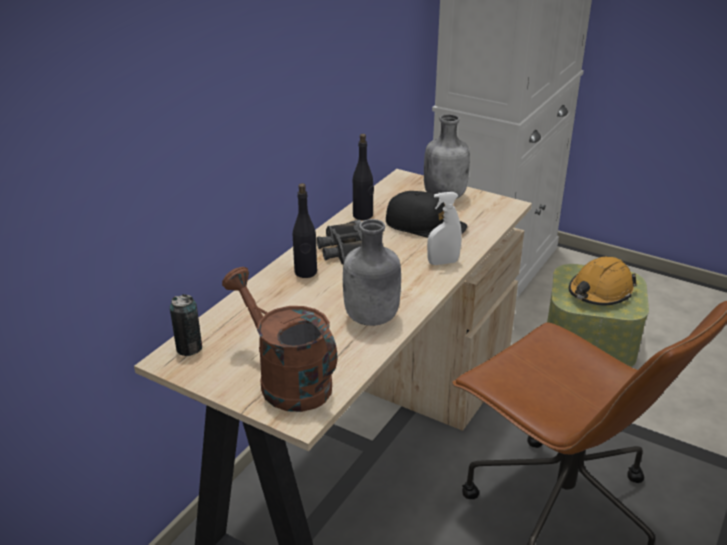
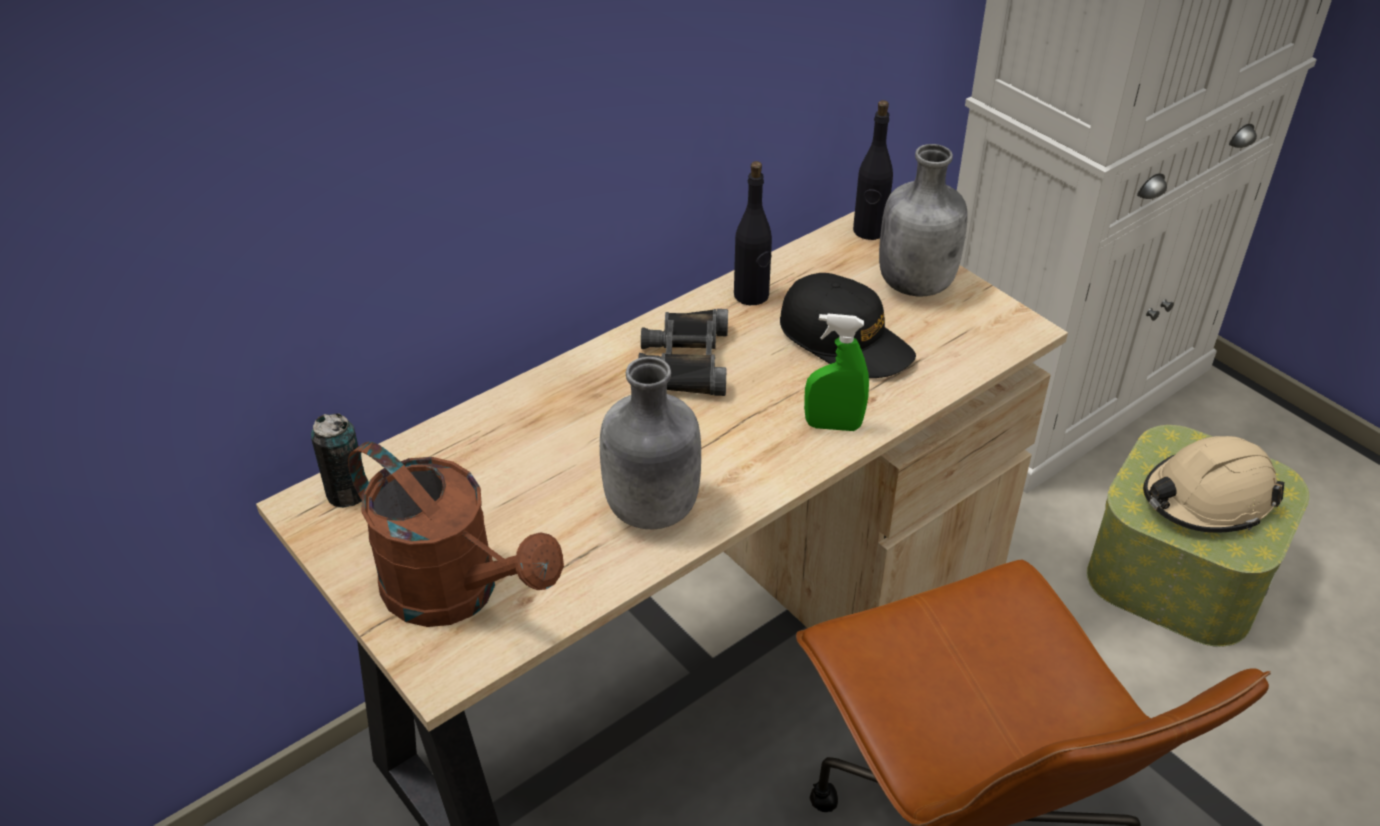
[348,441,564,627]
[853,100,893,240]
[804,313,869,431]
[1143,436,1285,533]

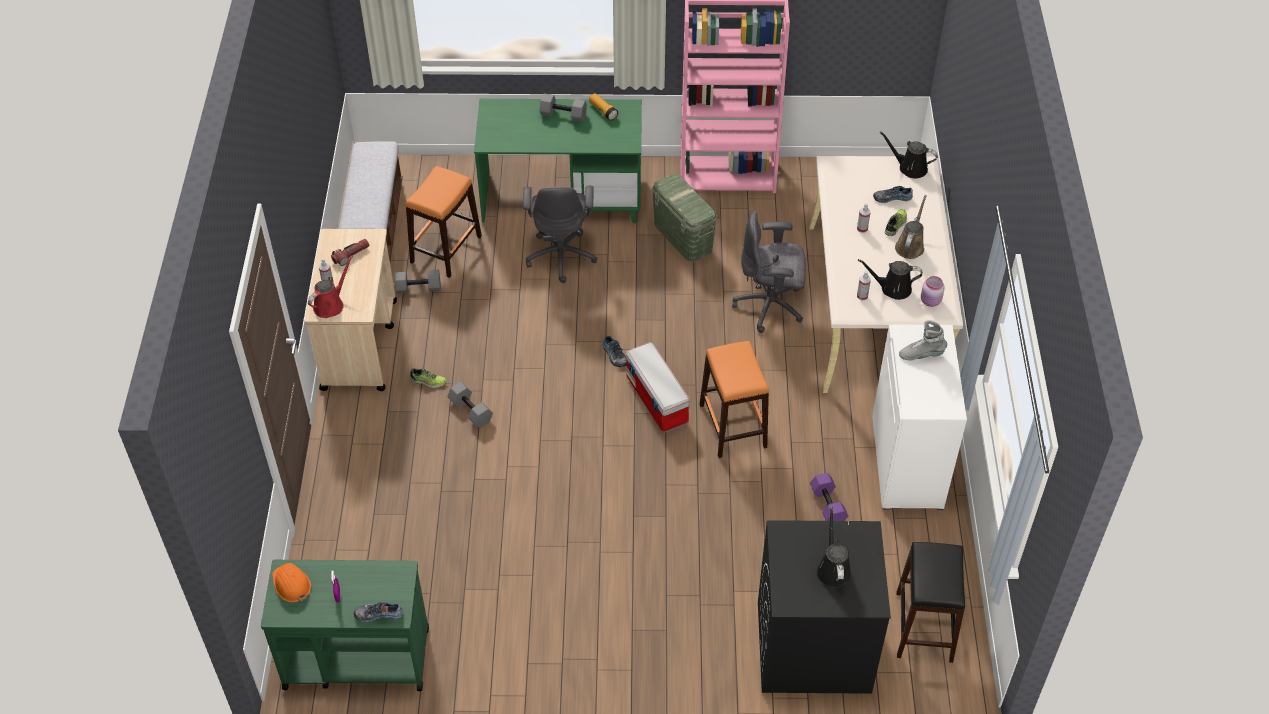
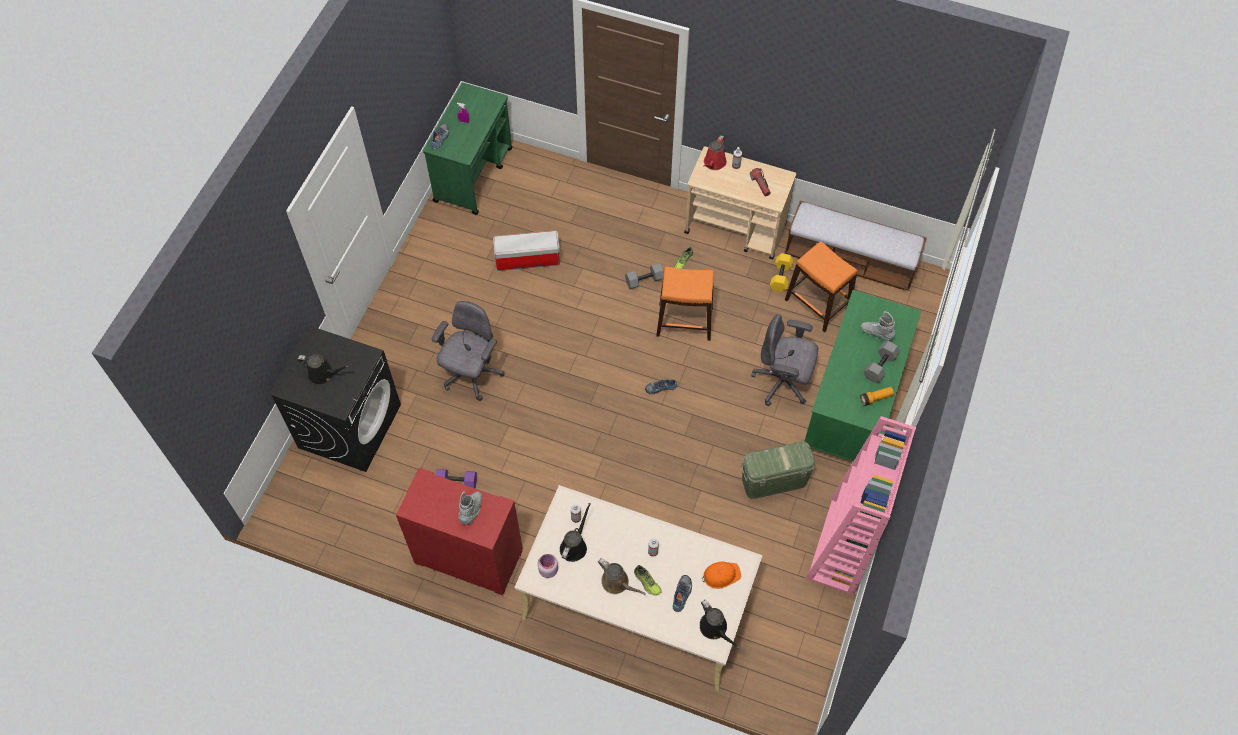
[702,562,741,589]
[703,136,727,170]
[770,253,794,292]
[493,230,560,271]
[656,267,714,341]
[432,301,505,401]
[396,468,523,595]
[700,600,739,649]
[896,542,965,663] (first image)
[861,311,896,341]

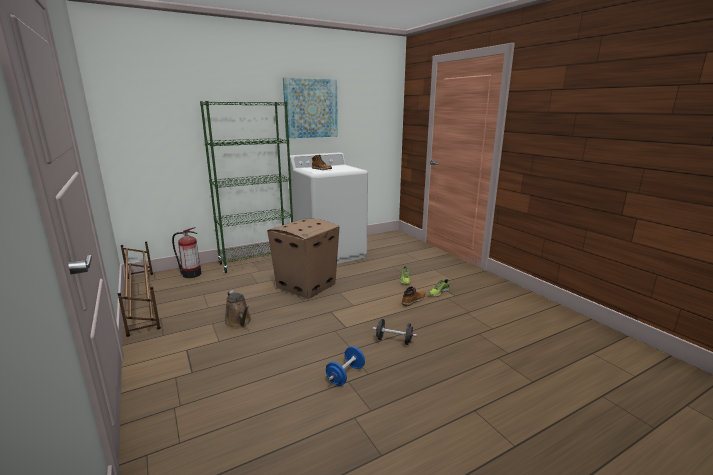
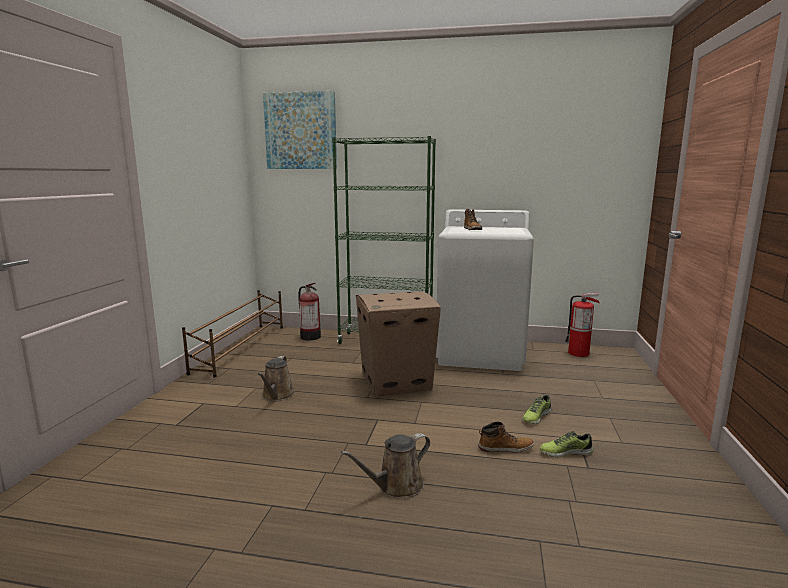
[263,91,337,169]
[326,346,365,386] (first image)
[341,433,430,498]
[565,293,600,357]

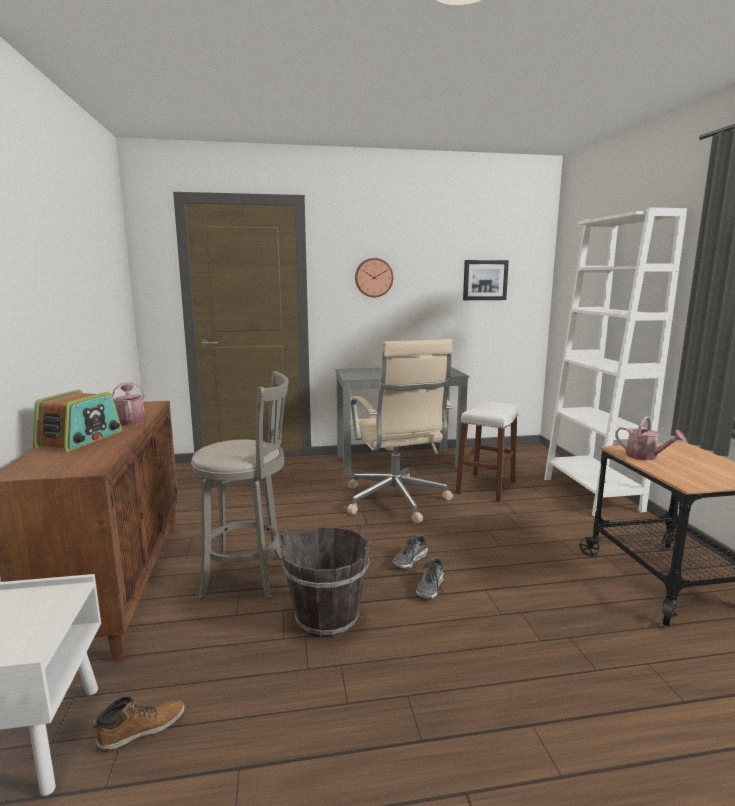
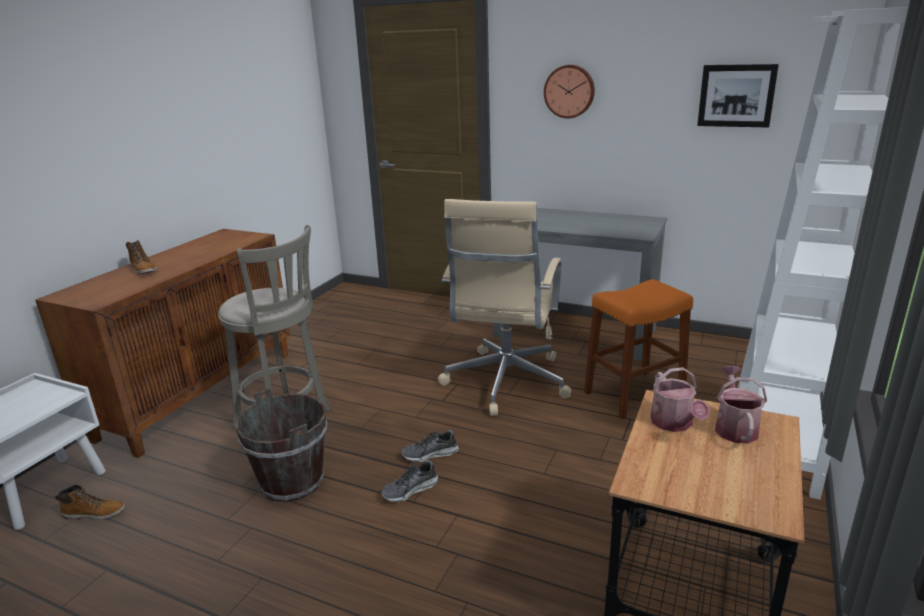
[126,240,157,275]
[715,366,767,444]
[584,279,693,420]

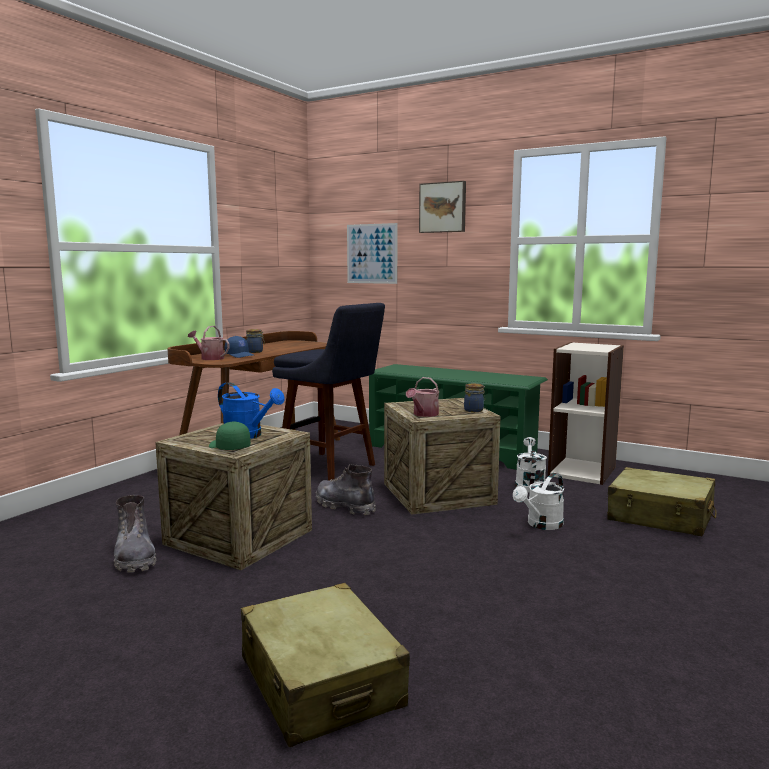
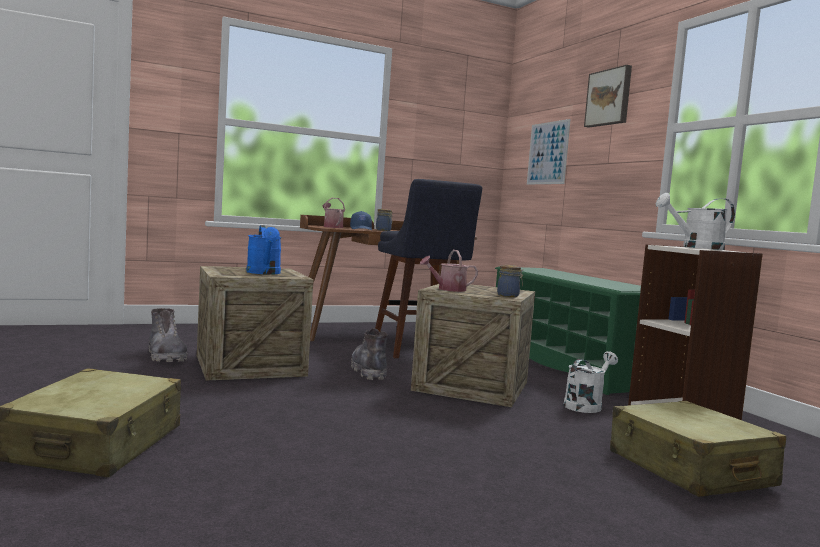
[149,308,187,362]
[209,421,251,450] (first image)
[656,193,735,250]

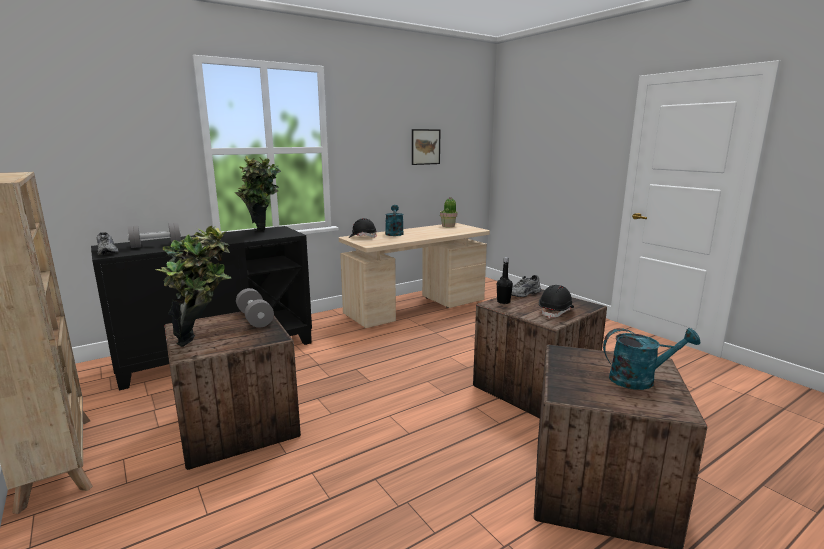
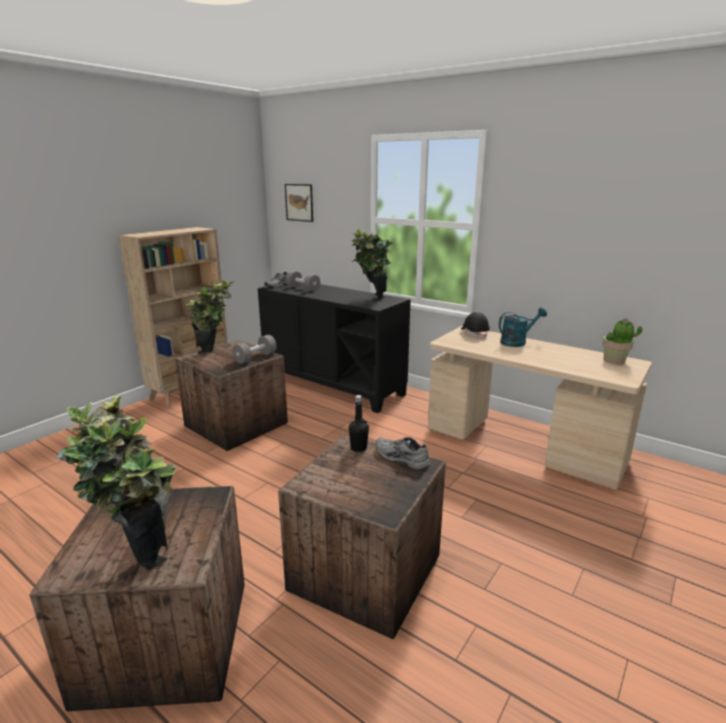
[285,184,313,222]
[539,285,574,319] (first image)
[57,394,176,570]

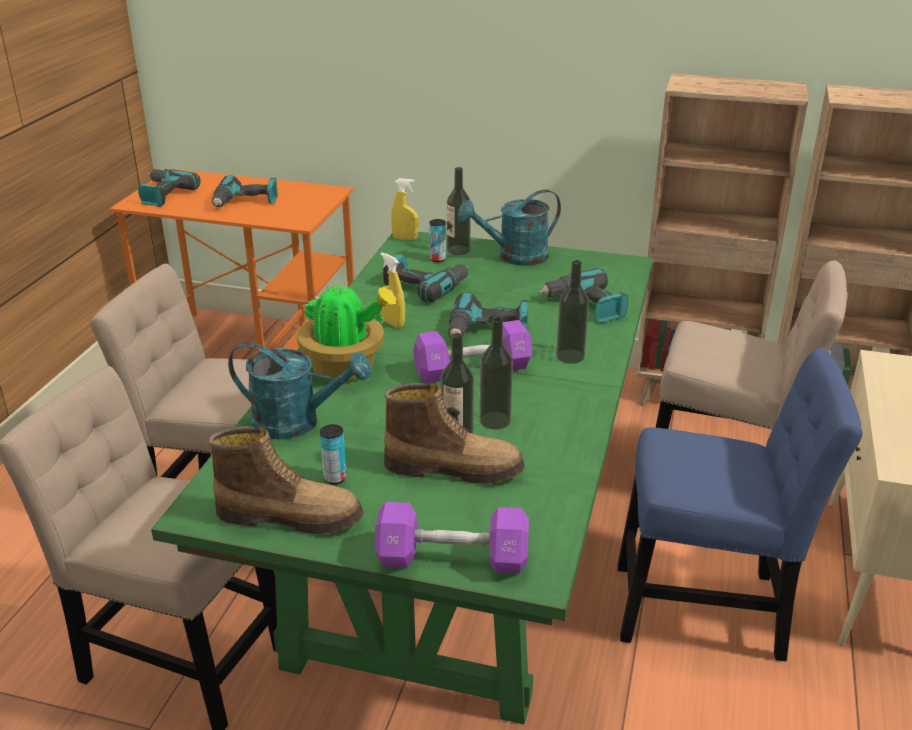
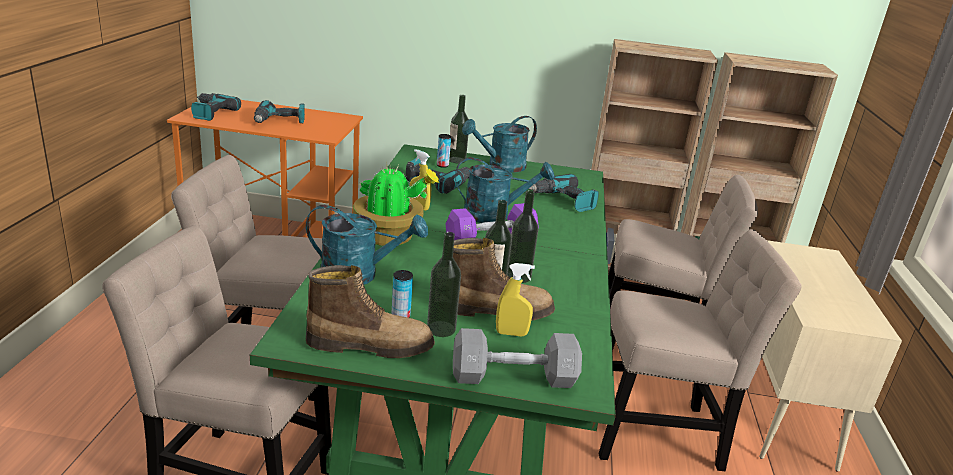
[453,328,582,388]
[496,263,535,337]
[455,157,555,223]
[427,232,461,337]
[598,229,802,471]

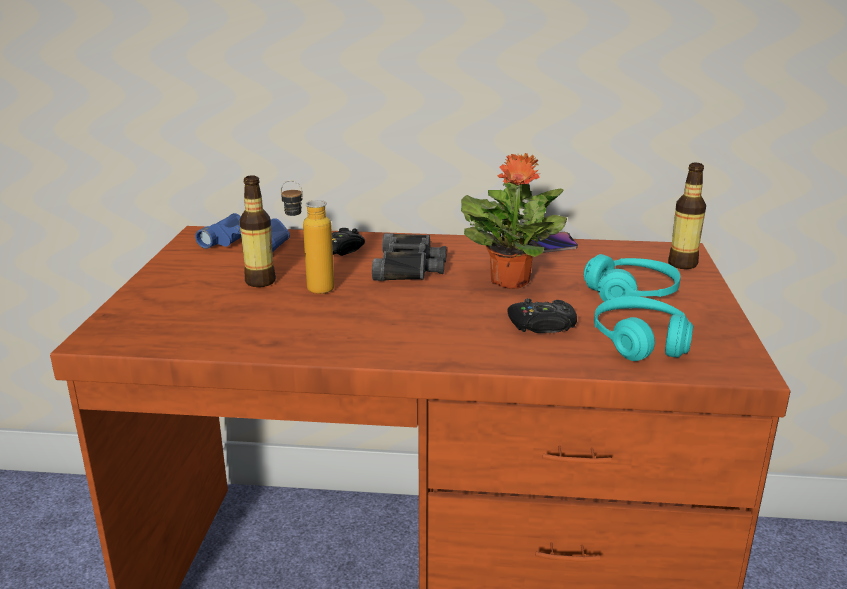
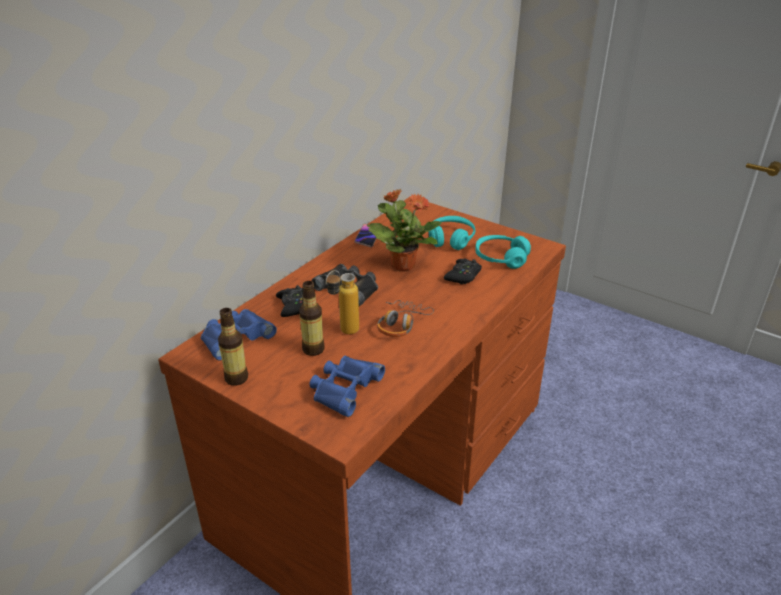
[218,308,248,386]
[310,356,385,417]
[377,300,434,337]

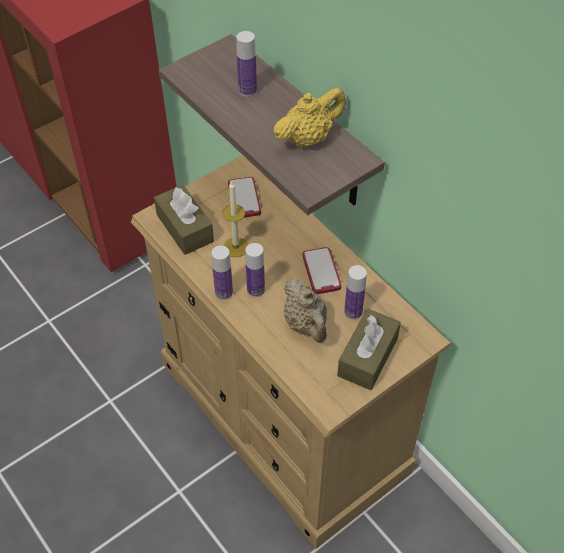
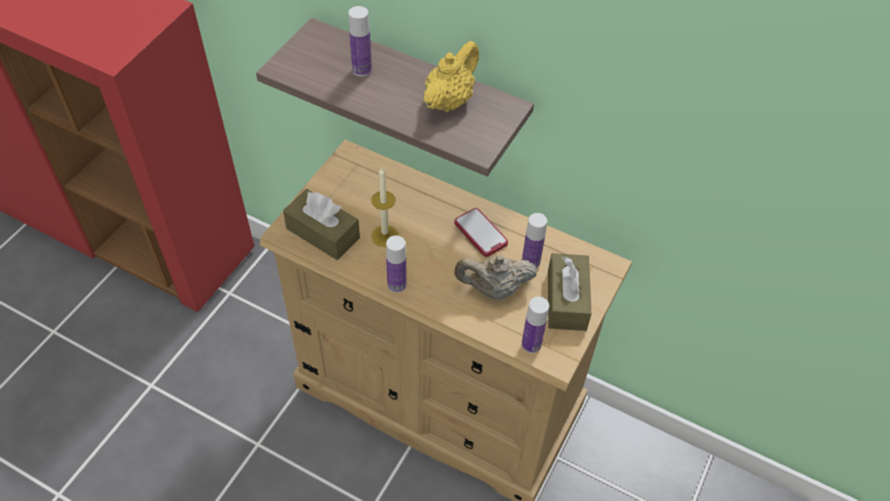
[228,177,261,218] (first image)
[522,297,549,353]
[454,255,538,300]

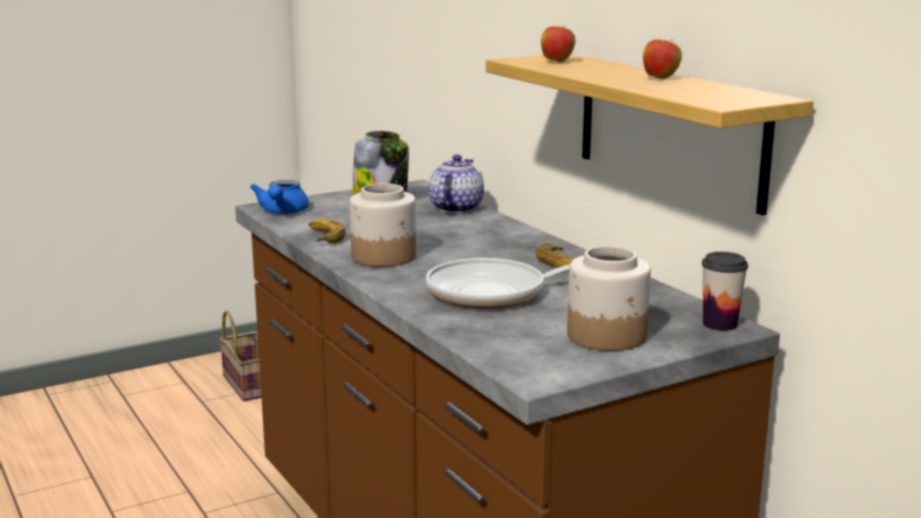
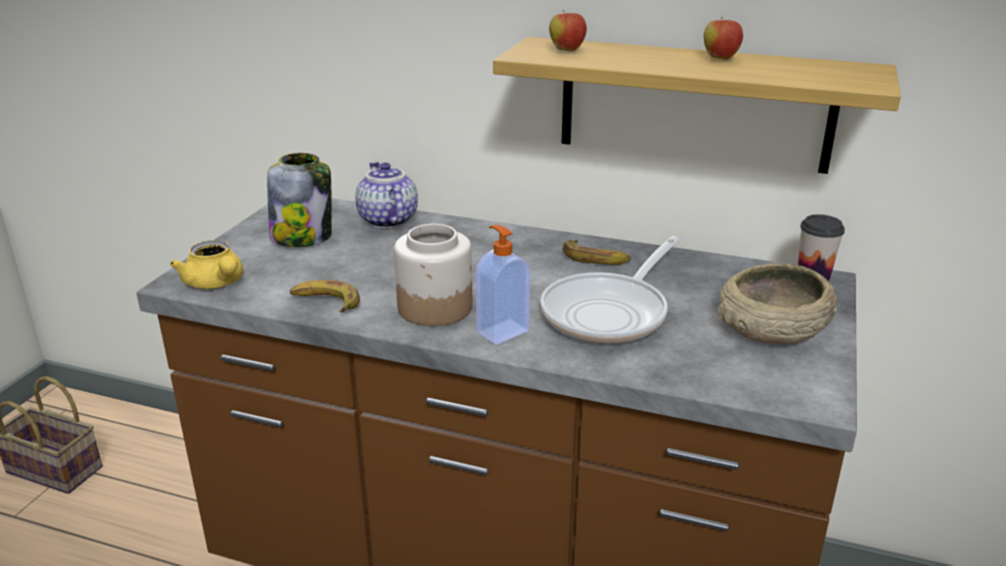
[170,240,243,289]
[718,263,837,344]
[475,225,530,345]

